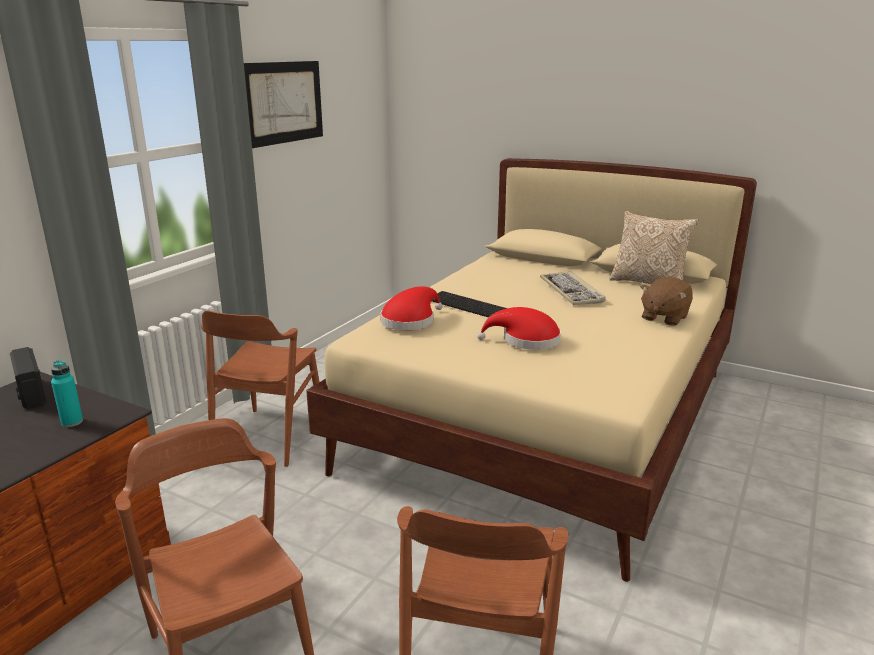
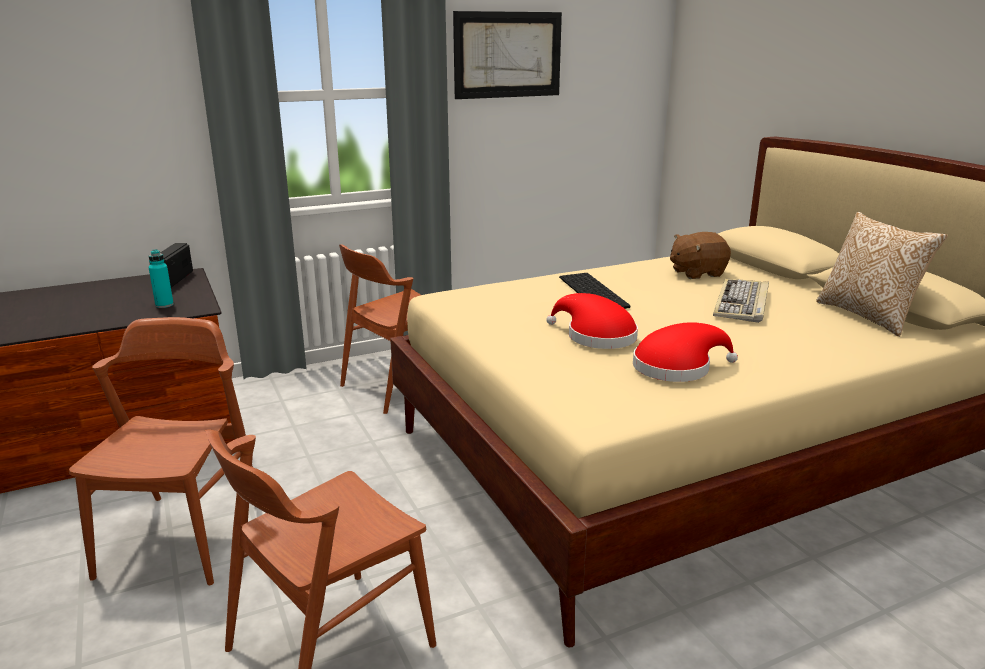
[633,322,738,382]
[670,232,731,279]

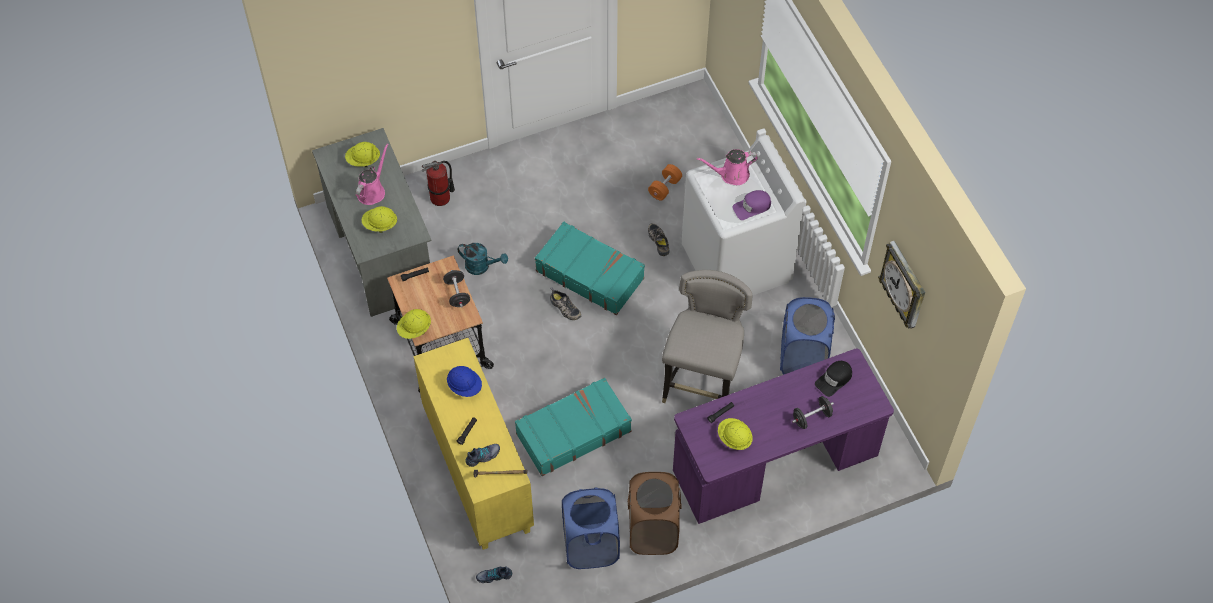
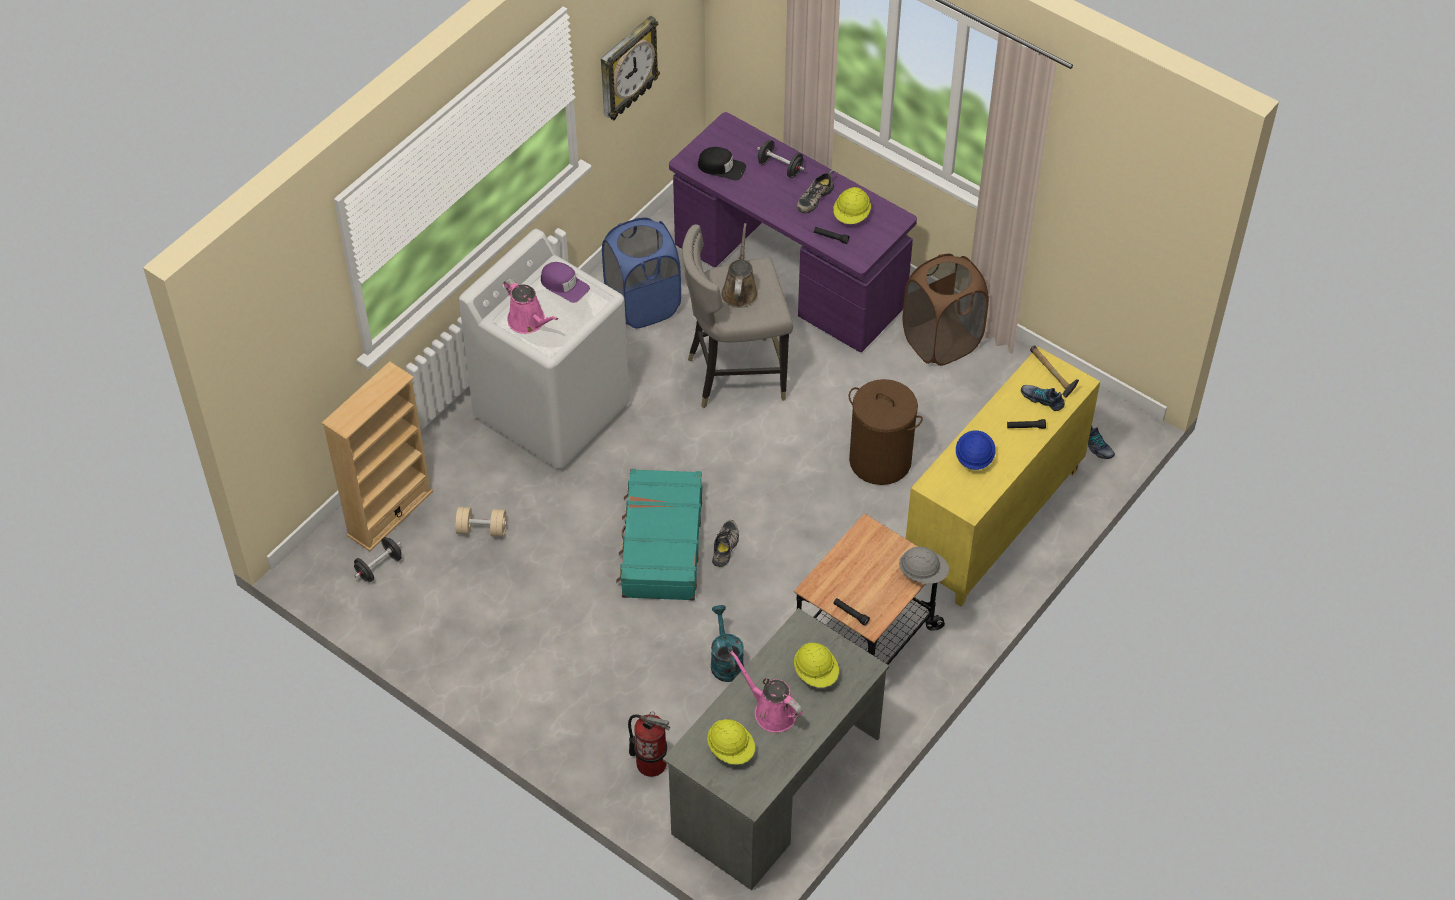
[730,651,803,732]
[899,547,949,584]
[354,537,402,582]
[849,379,923,485]
[562,488,620,569] (first image)
[455,507,507,537]
[797,170,834,213]
[322,361,433,551]
[721,223,758,308]

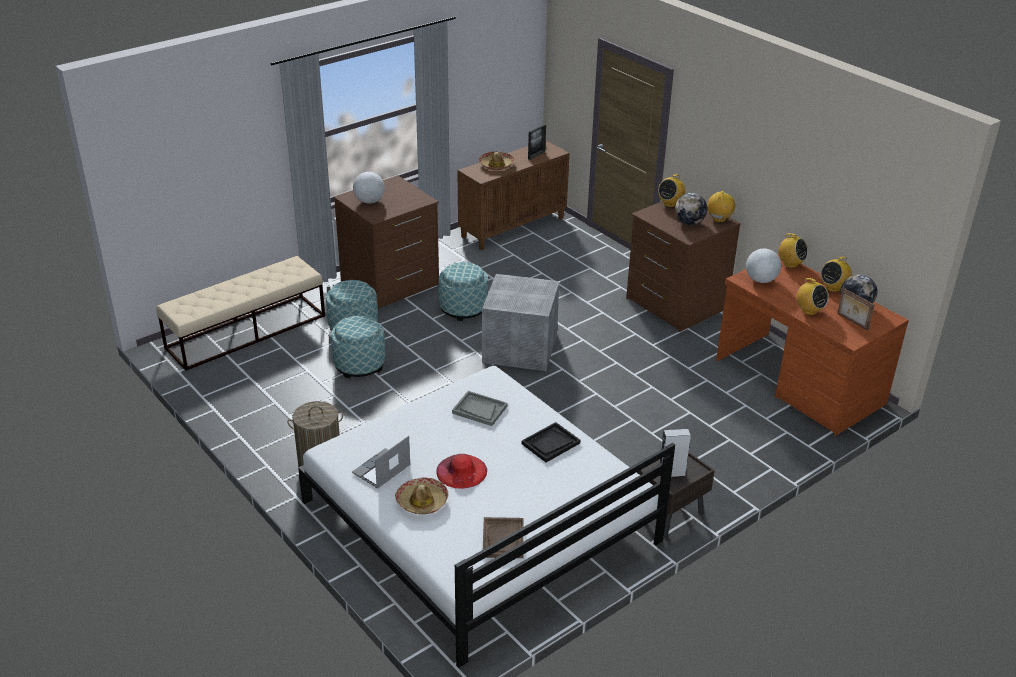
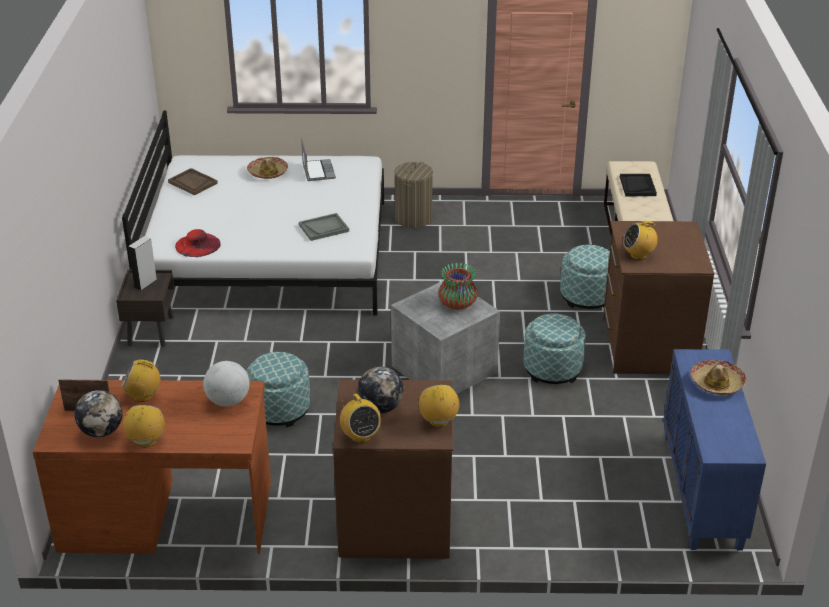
[246,352,310,427]
[353,172,385,203] (first image)
[175,229,221,257]
[663,349,766,551]
[620,174,657,196]
[528,124,546,160] (first image)
[623,221,658,260]
[438,263,478,310]

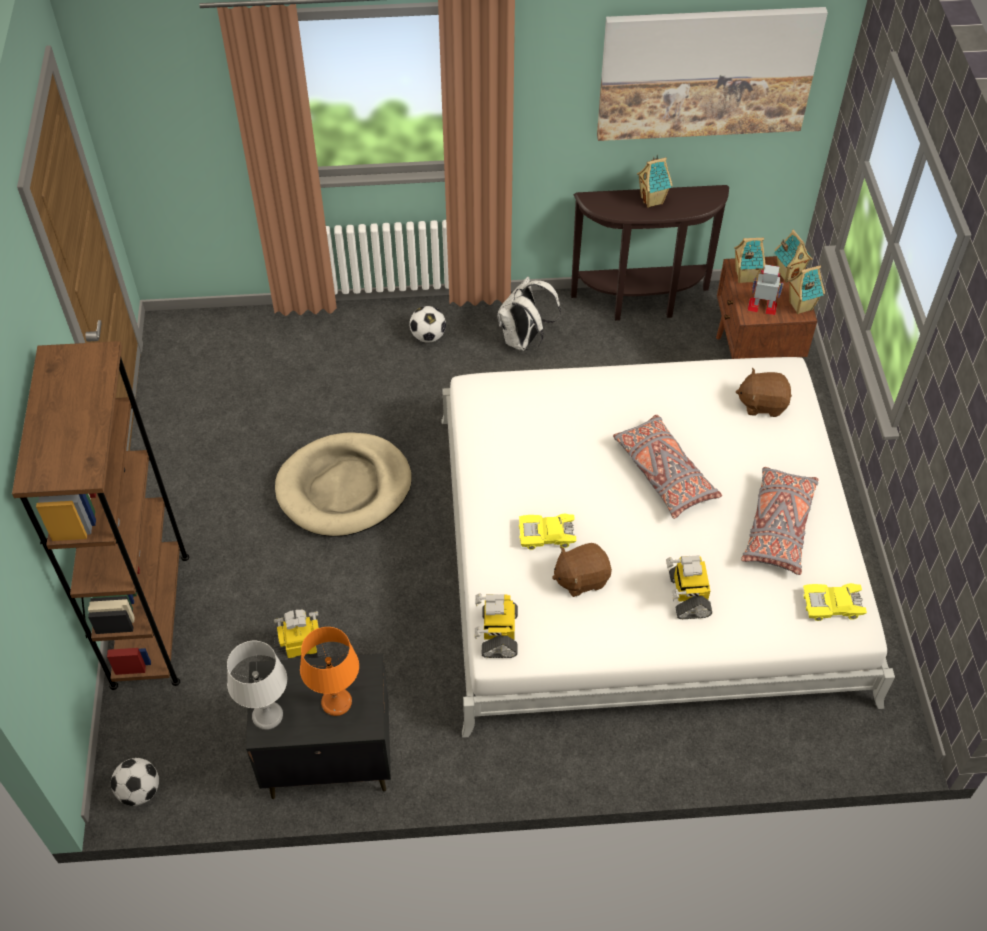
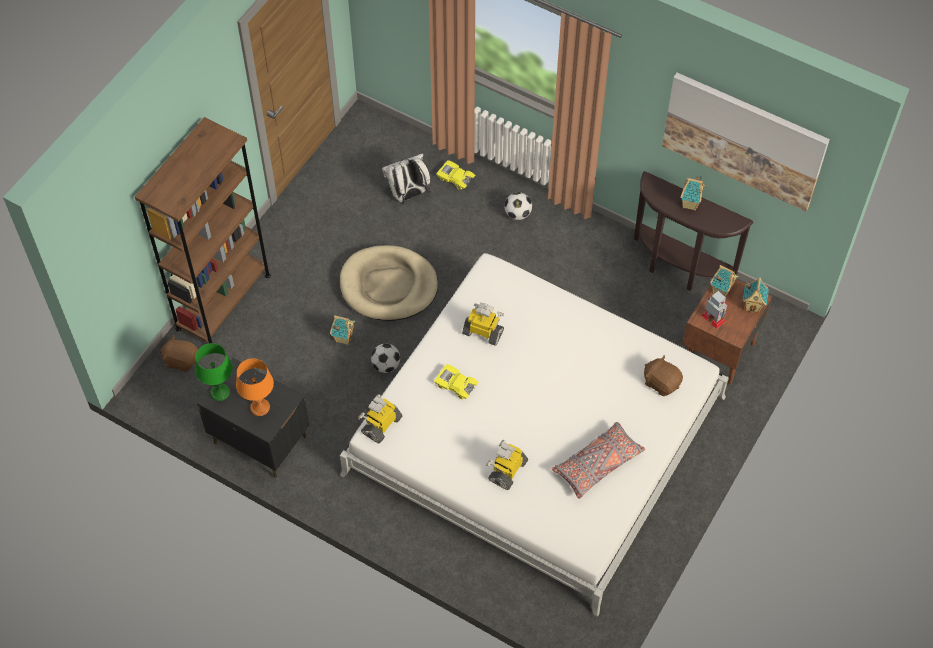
[371,343,400,373]
[195,343,233,401]
[462,303,504,346]
[382,153,431,204]
[160,336,198,372]
[613,415,722,519] (first image)
[330,315,355,345]
[436,160,475,190]

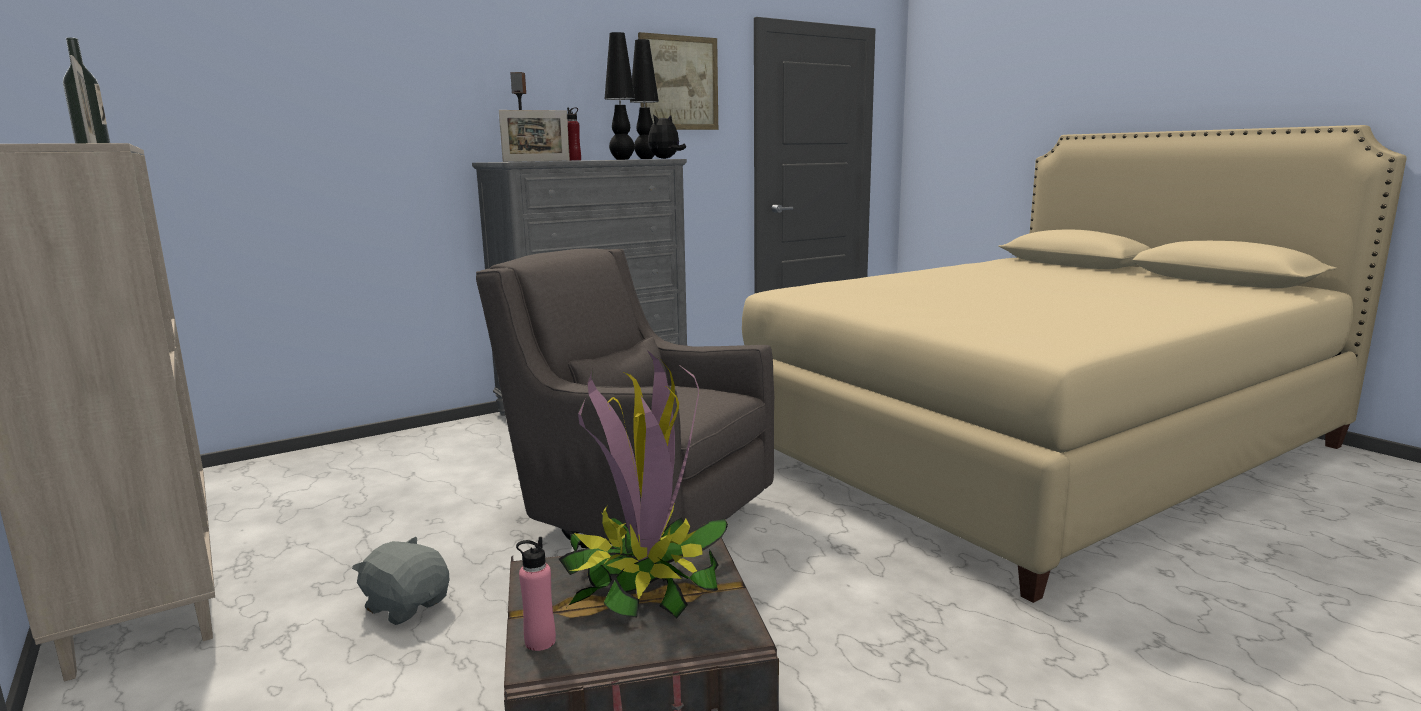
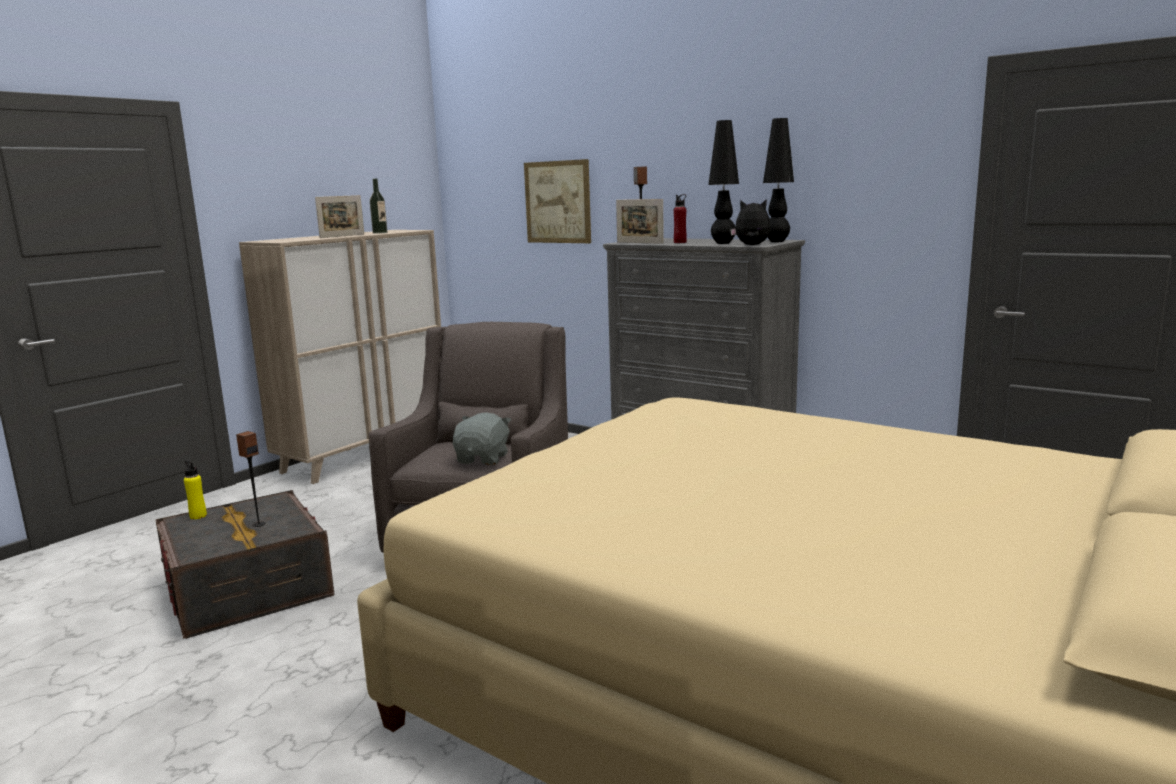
[453,412,511,465]
[184,460,207,519]
[236,431,266,527]
[524,159,591,243]

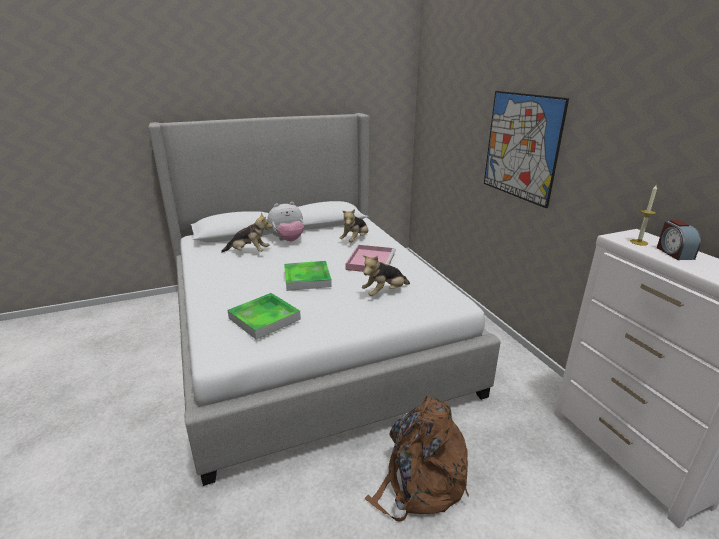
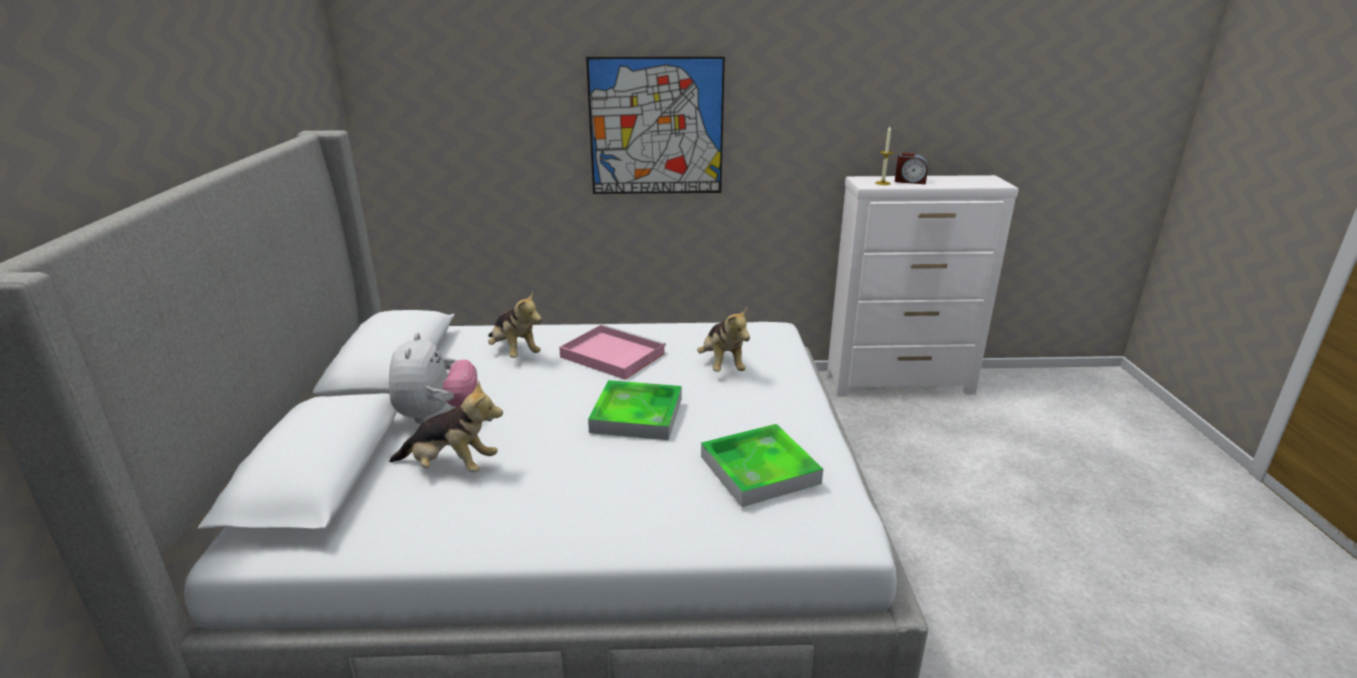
[389,380,503,472]
[365,396,469,522] (first image)

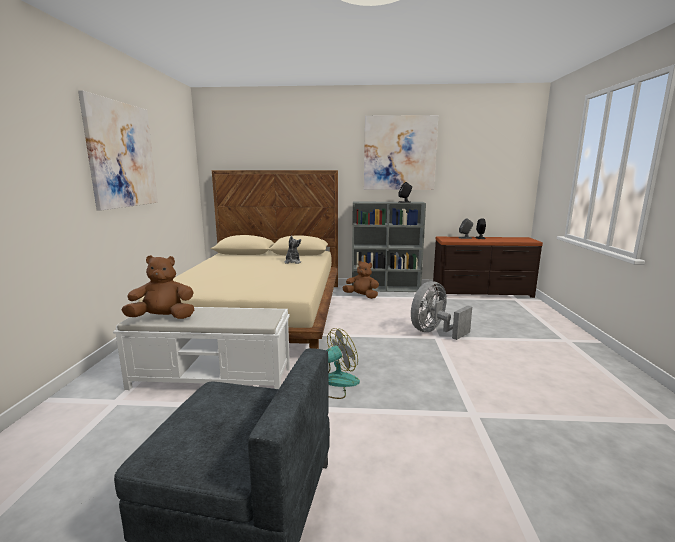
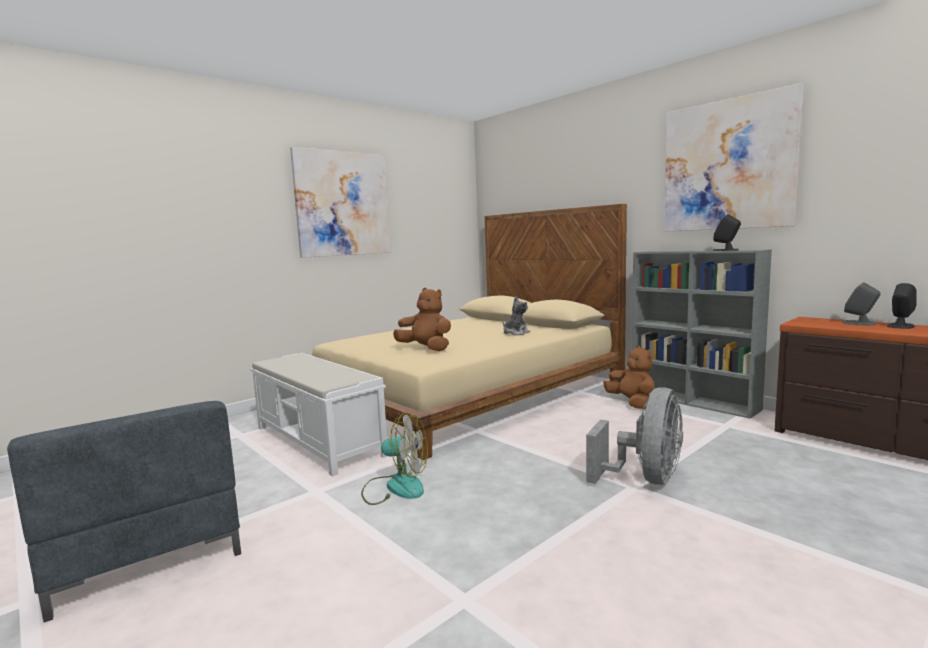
[393,288,451,351]
[586,387,683,485]

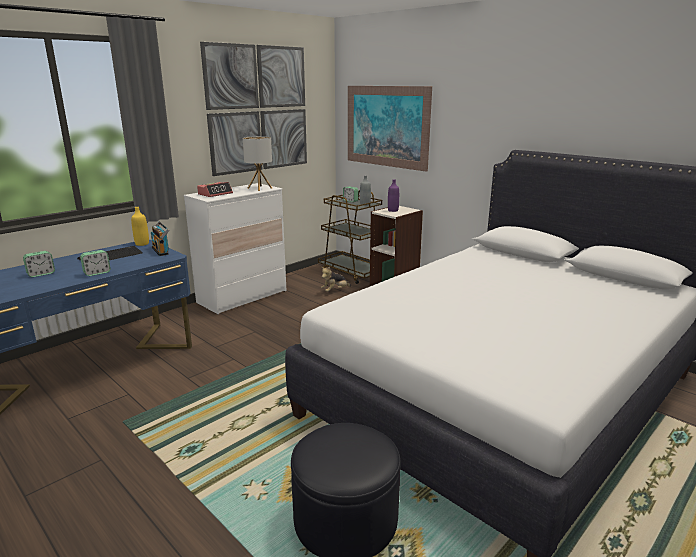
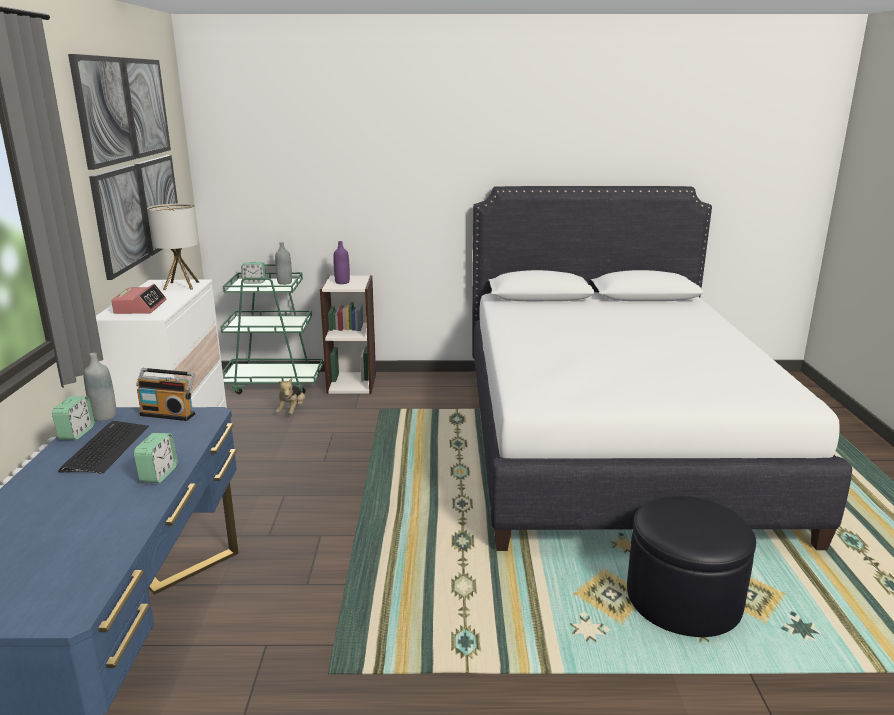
[52,396,94,440]
[84,353,116,421]
[220,264,323,394]
[348,86,432,172] (first image)

